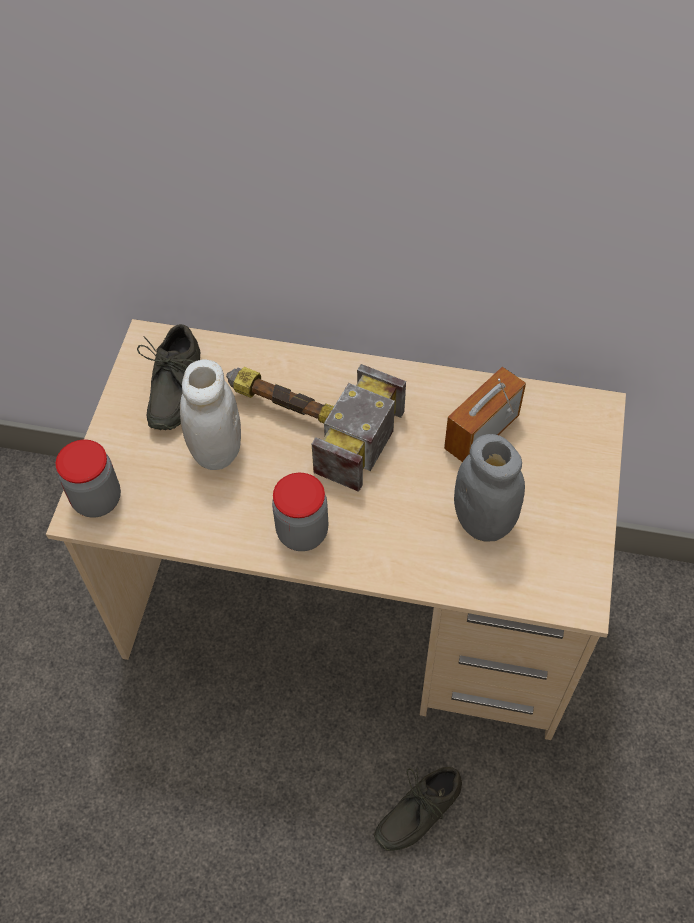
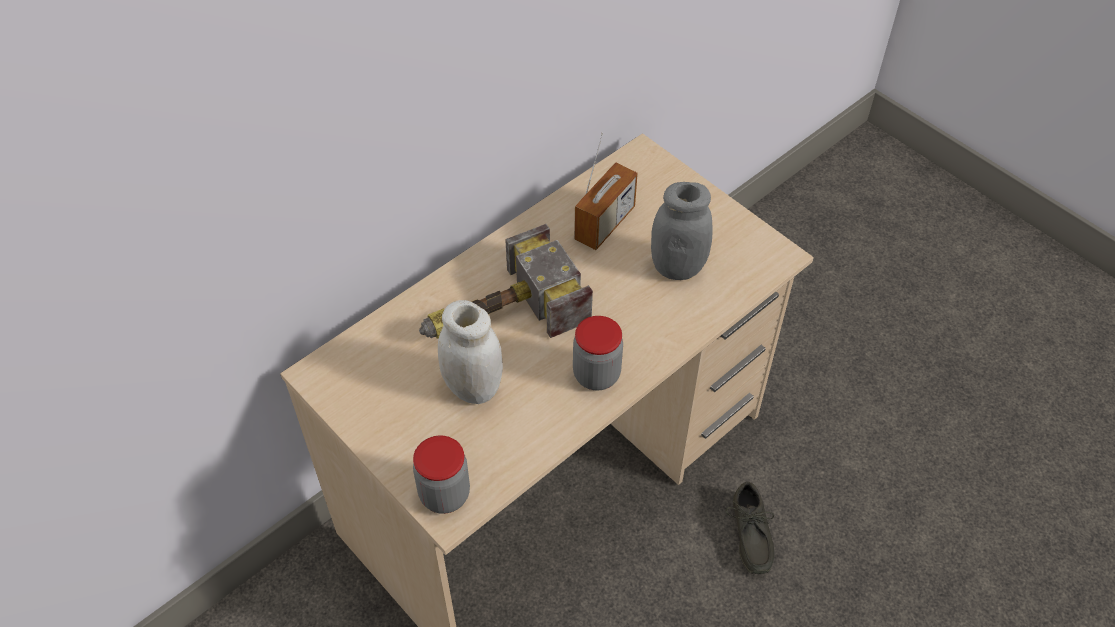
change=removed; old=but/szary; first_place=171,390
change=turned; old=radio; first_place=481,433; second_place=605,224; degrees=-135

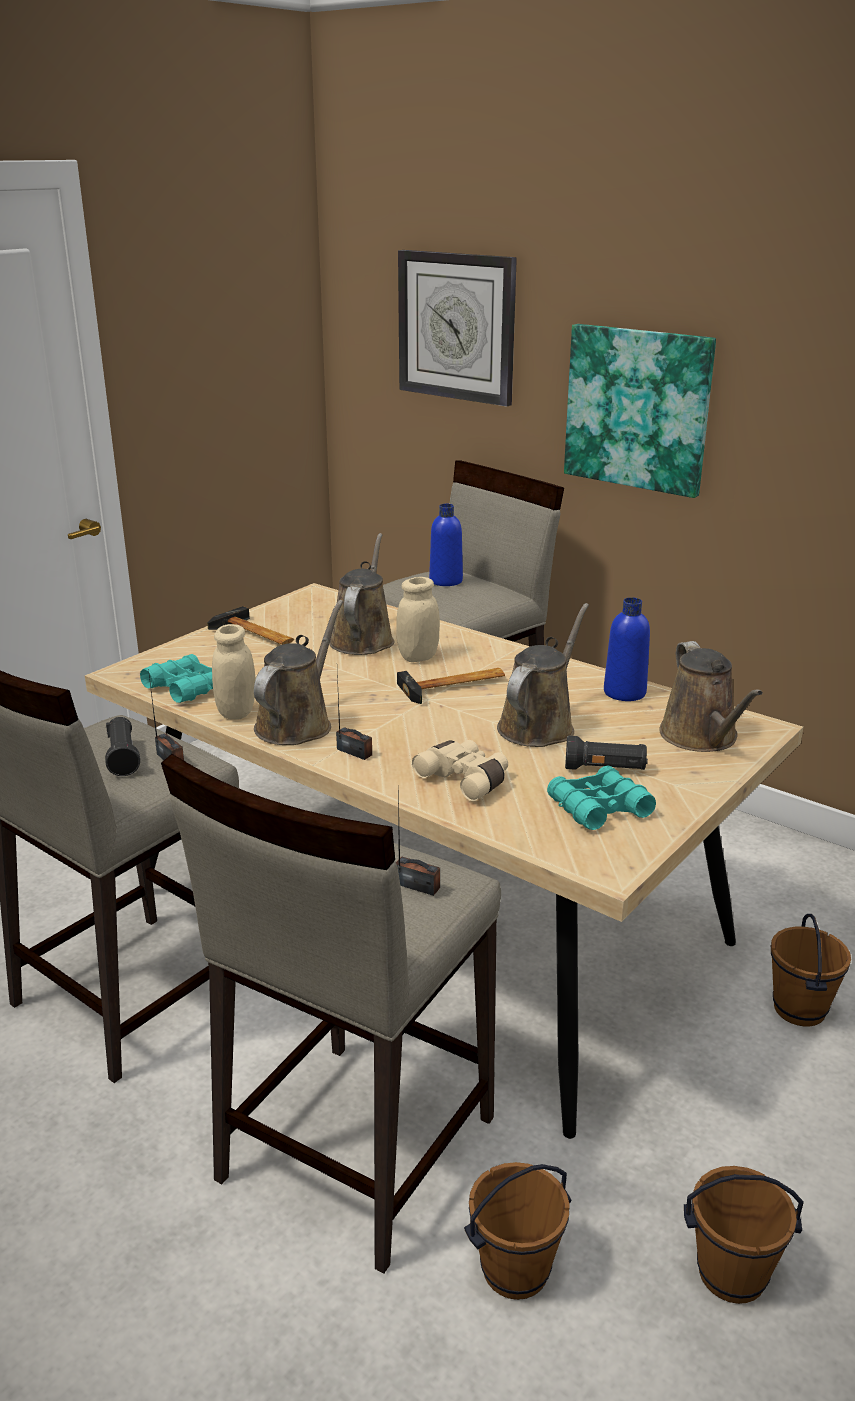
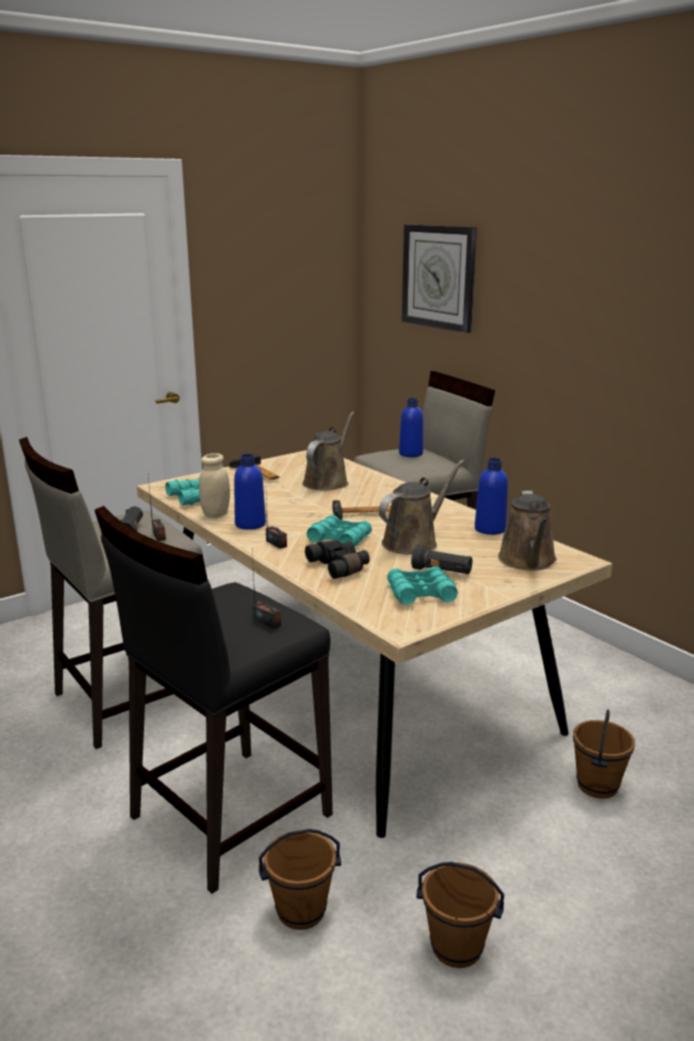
change=removed; old=obraz; first_place=638,409
change=removed; old=słoik/beżowy; first_place=418,657
change=replaced; old=konewka/brązowy; new=butelka/niebieski; first_place=297,723; second_place=250,524
change=recoloured; old=lornetka/beżowy; new=lornetka/czarny; first_place=466,779; second_place=340,567
change=recoloured; old=stołek/beżowy; new=stołek/czarny; first_place=354,1149; second_place=228,815
change=added; new=lornetka/turkusowy; second_place=339,539

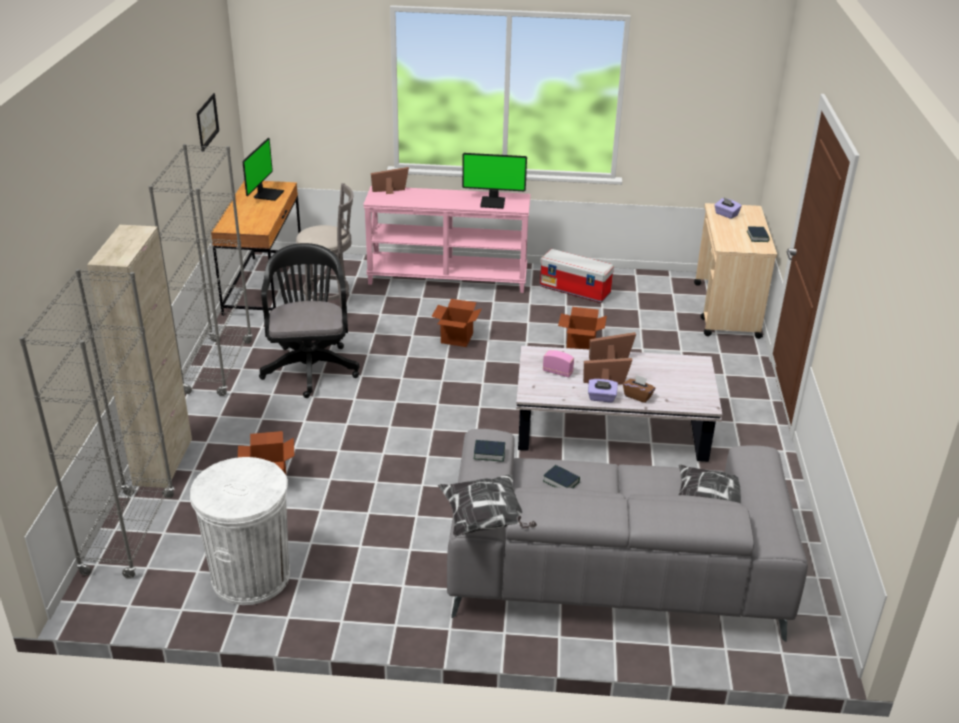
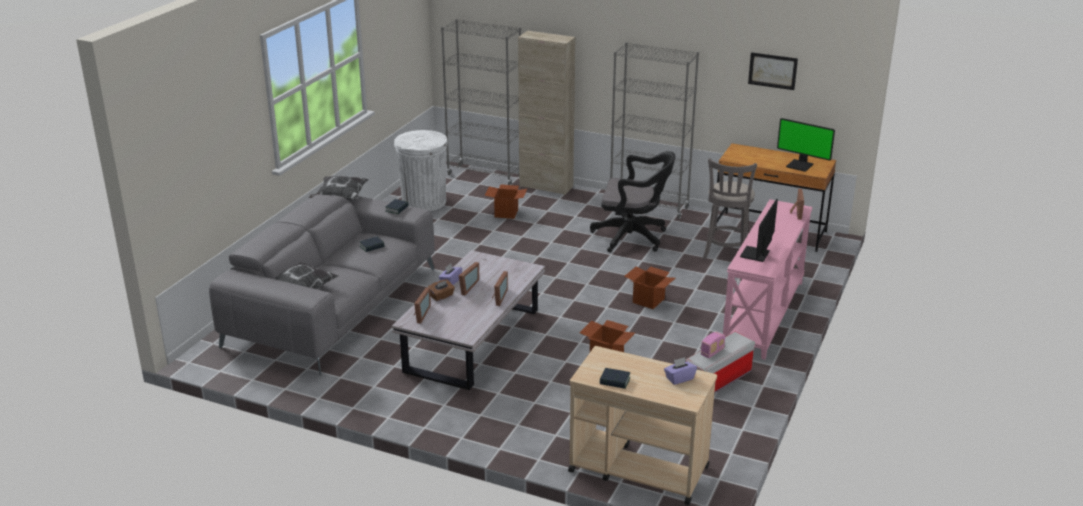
change=moved; old=radio; first_place=557,372; second_place=712,352
change=added; new=ramka na zdjęcie; second_place=419,314

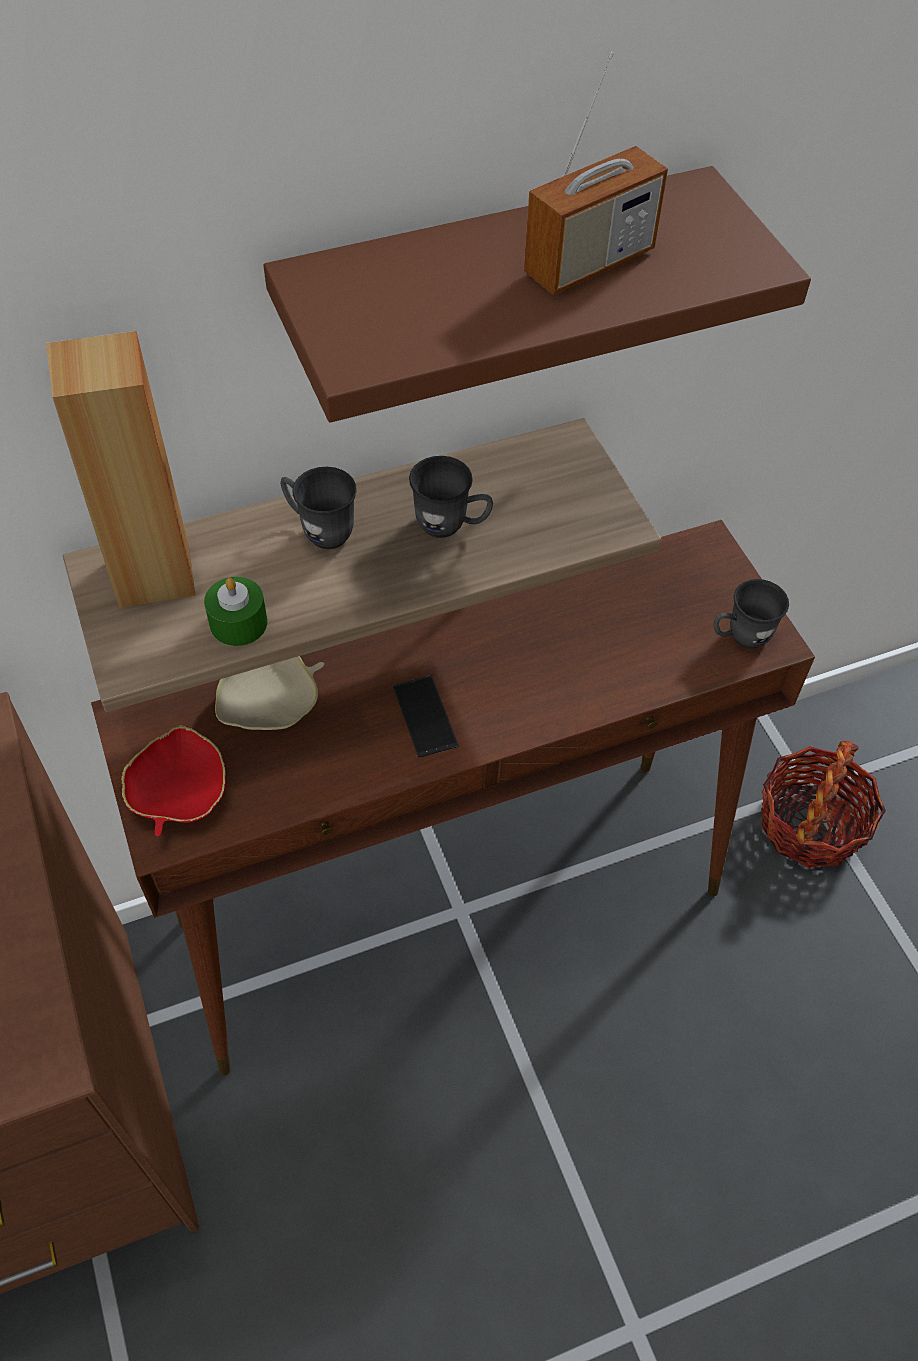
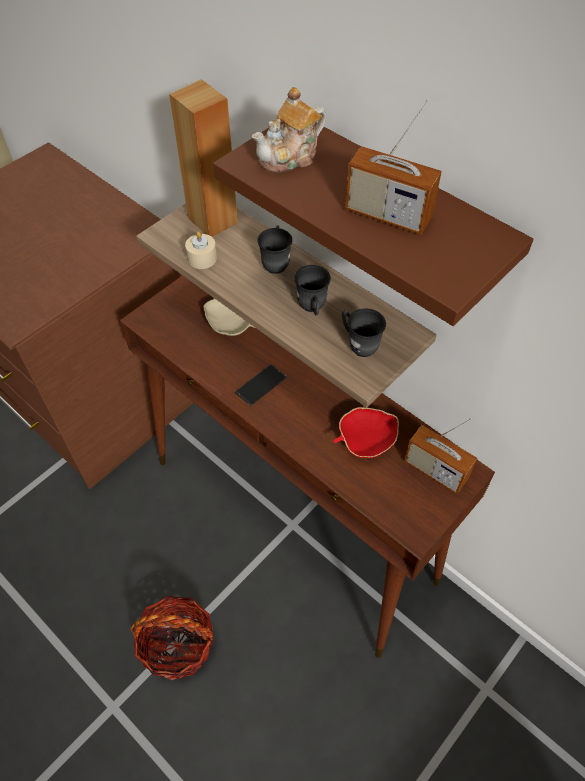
change=recoloured; old=świeca/zielony; new=świeca/beżowy; first_place=238,623; second_place=202,258
change=moved; old=kubek/szary; first_place=740,637; second_place=358,344
change=moved; old=miska/czerwony; first_place=179,793; second_place=365,440
change=moved; old=koszyk; first_place=810,824; second_place=178,644
change=added; new=imbryk; second_place=290,157
change=added; new=radio; second_place=435,470

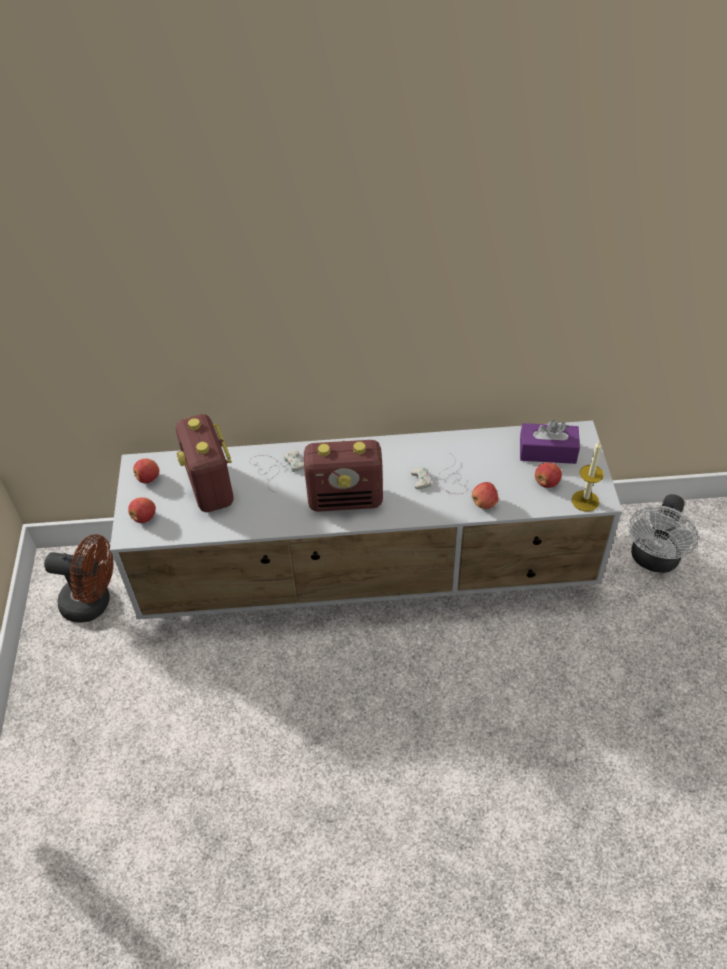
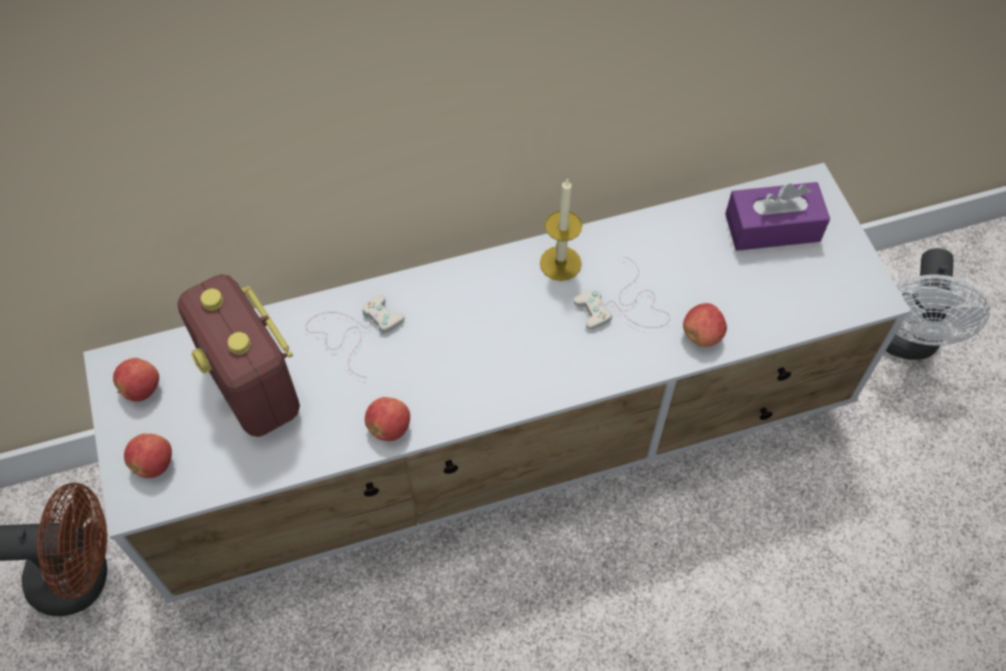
change=removed; old=radio; first_place=346,499
change=moved; old=świeca; first_place=585,501; second_place=560,263
change=moved; old=jabłko; first_place=546,482; second_place=389,428

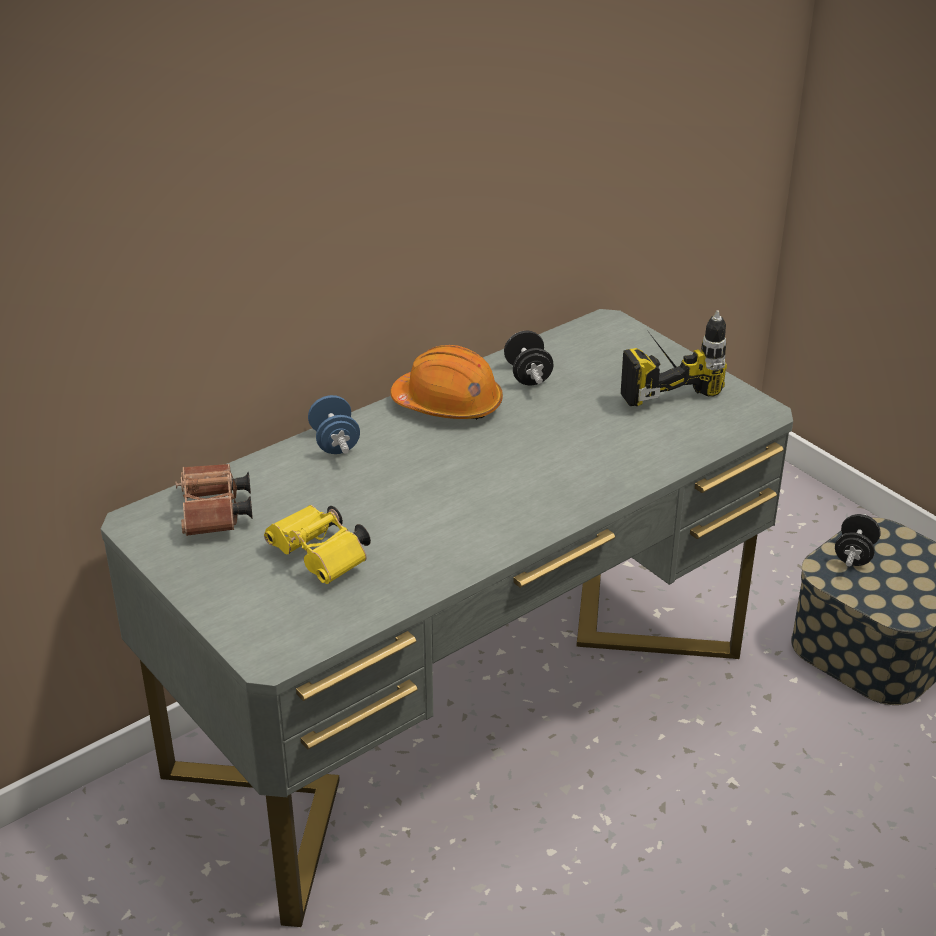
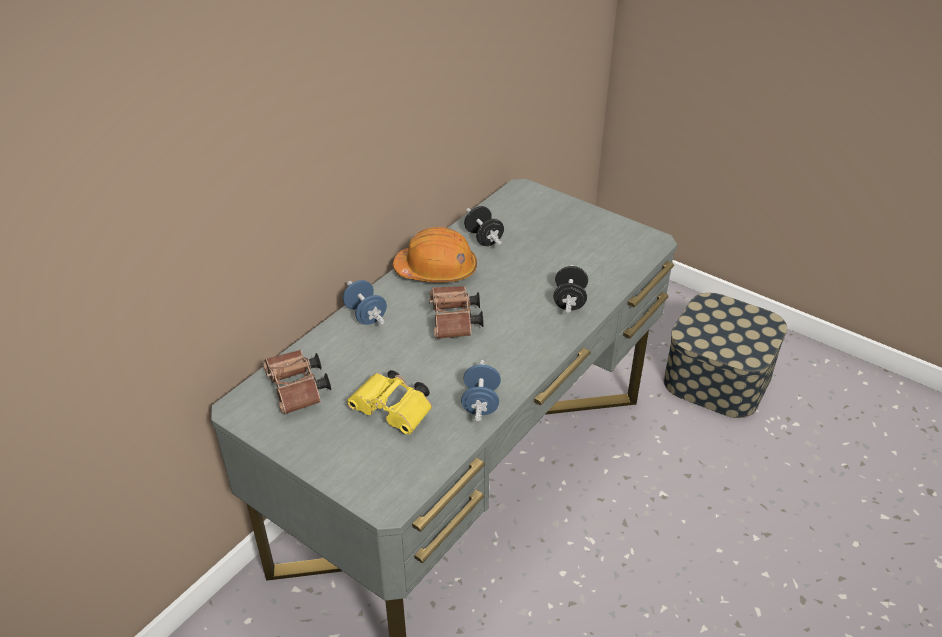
change=removed; old=wiertarka; first_place=659,379
change=moved; old=hantel/czarny; first_place=854,555; second_place=569,301
change=added; new=lornetka/brązowy; second_place=454,323
change=added; new=hantel/niebieski; second_place=481,403

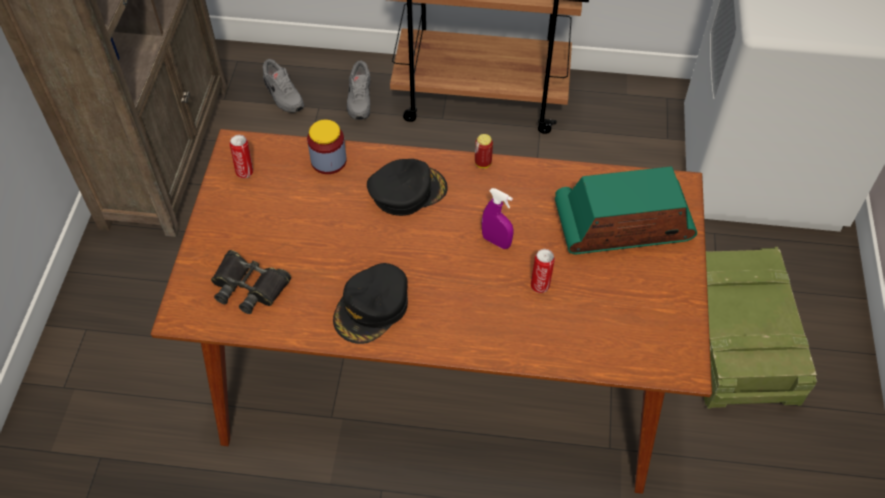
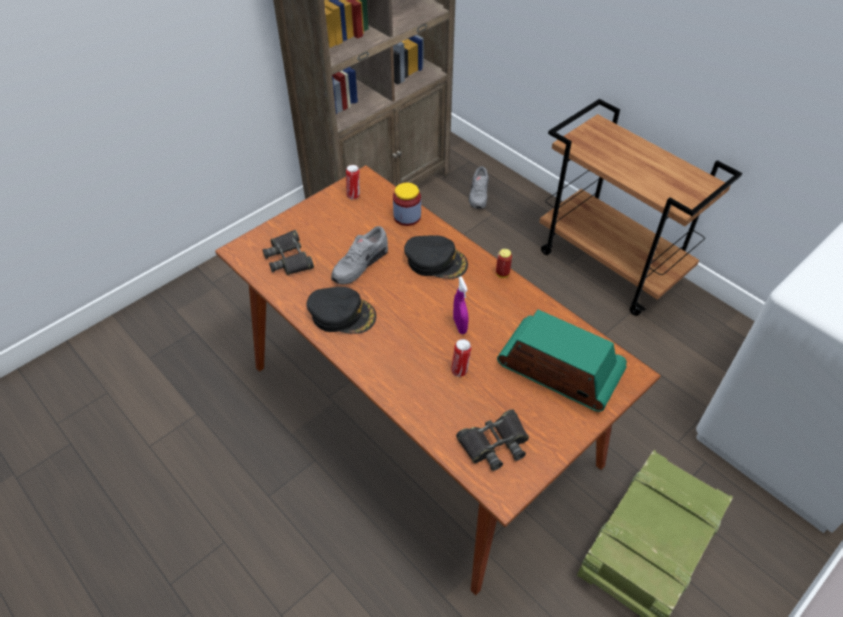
change=moved; old=but/szary; first_place=359,99; second_place=359,264
change=turned; old=czapka z daszkiem/czarny; first_place=372,308; second_place=342,314; degrees=-150
change=added; new=lornetka/czarny; second_place=494,443

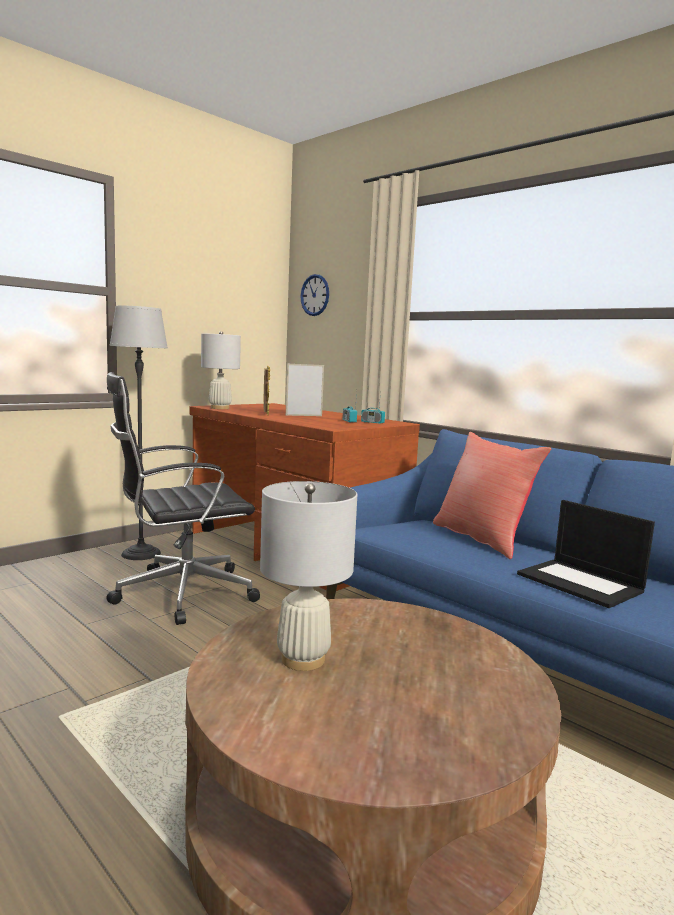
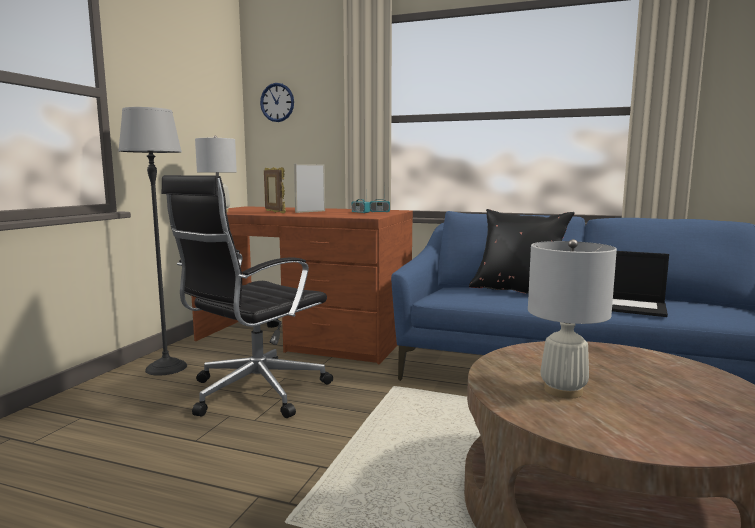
change=recoloured; old=poduszka/czerwony; new=poduszka/czarny; first_place=482,538; second_place=517,291

